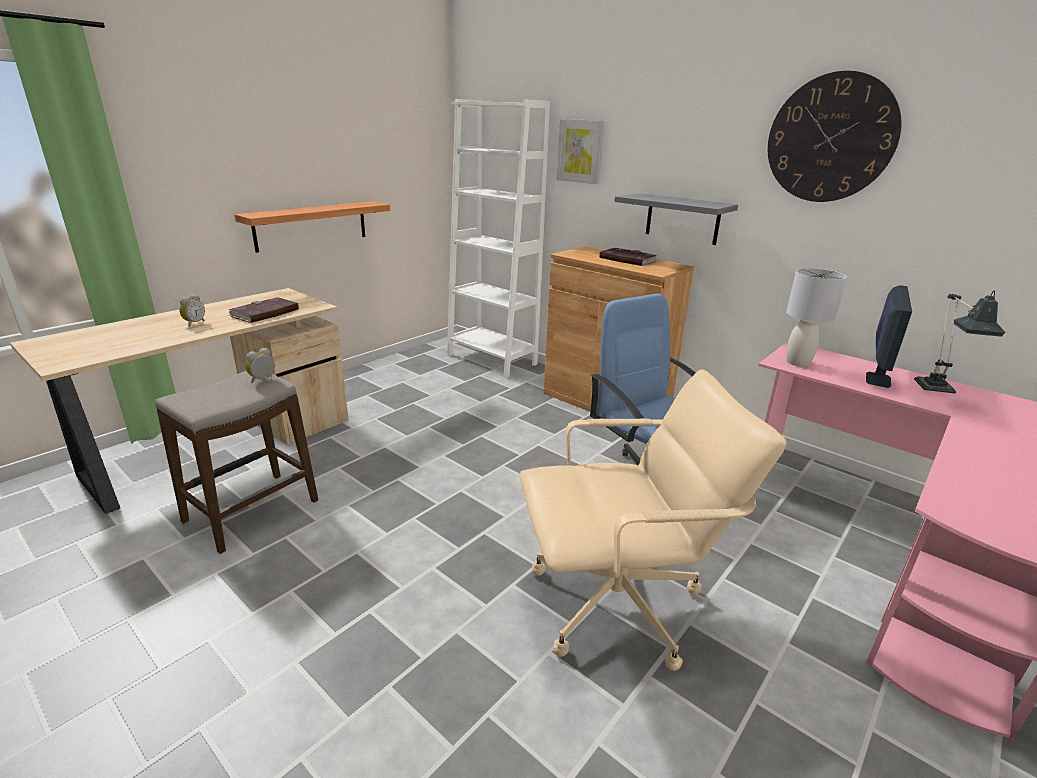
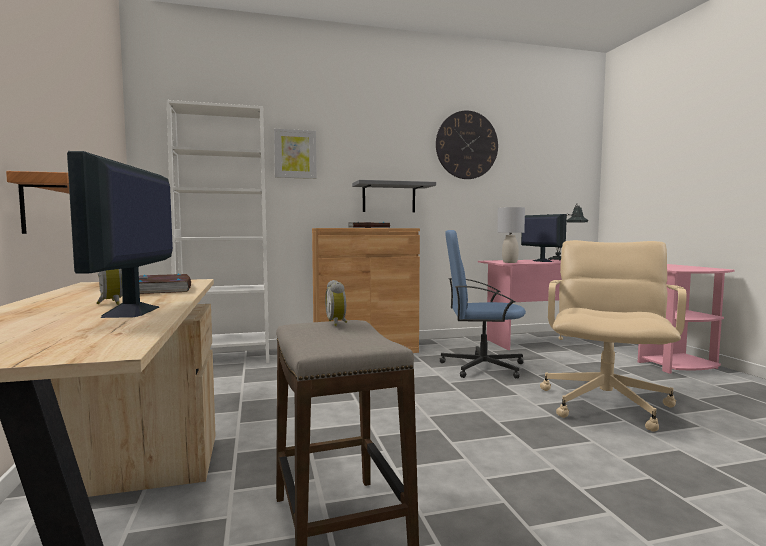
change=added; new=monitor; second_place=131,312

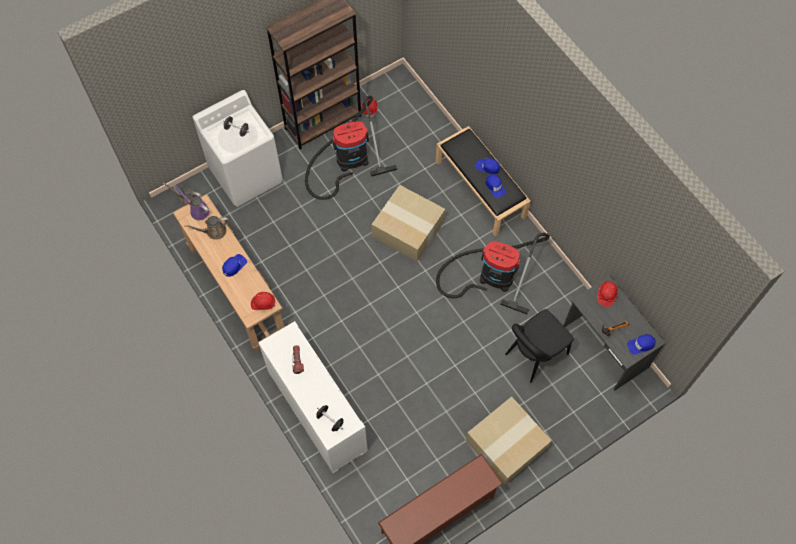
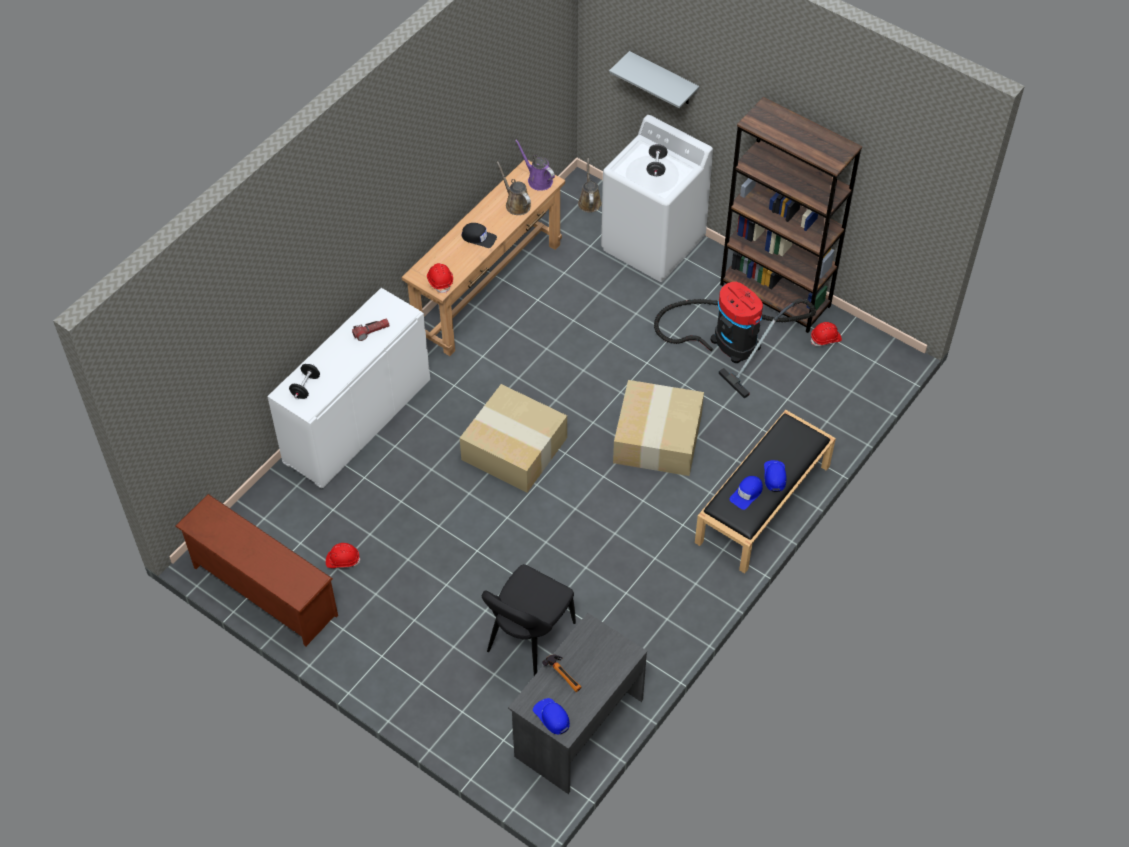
change=turned; old=konewka/fioletowy; first_place=198,210; second_place=538,179; degrees=-60
change=removed; old=odkurzacz; first_place=492,276
change=recoloured; old=czapka z daszkiem/niebieski; new=czapka z daszkiem/czarny; first_place=234,266; second_place=478,237
change=moved; old=kask/czerwony; first_place=606,295; second_place=342,560
change=turned; old=krzesło/czarny; first_place=534,356; second_place=528,640; degrees=-90
change=moved; old=karton; first_place=506,445; second_place=512,449
change=added; new=półka/szary; second_place=663,79

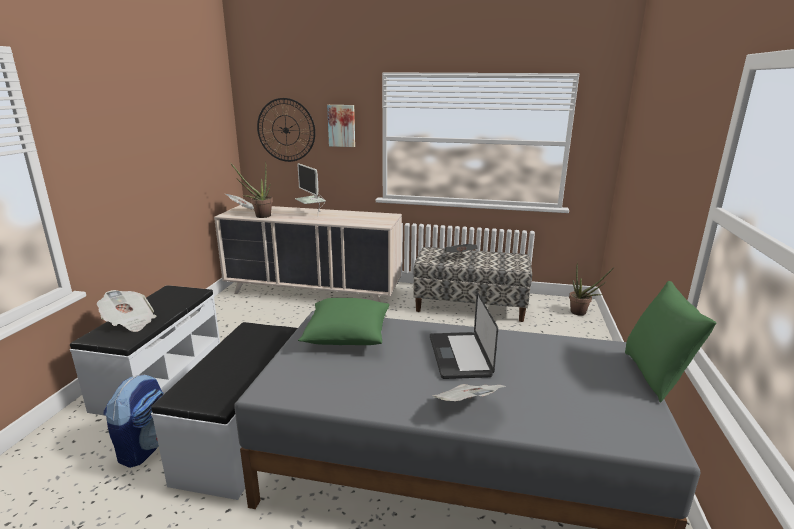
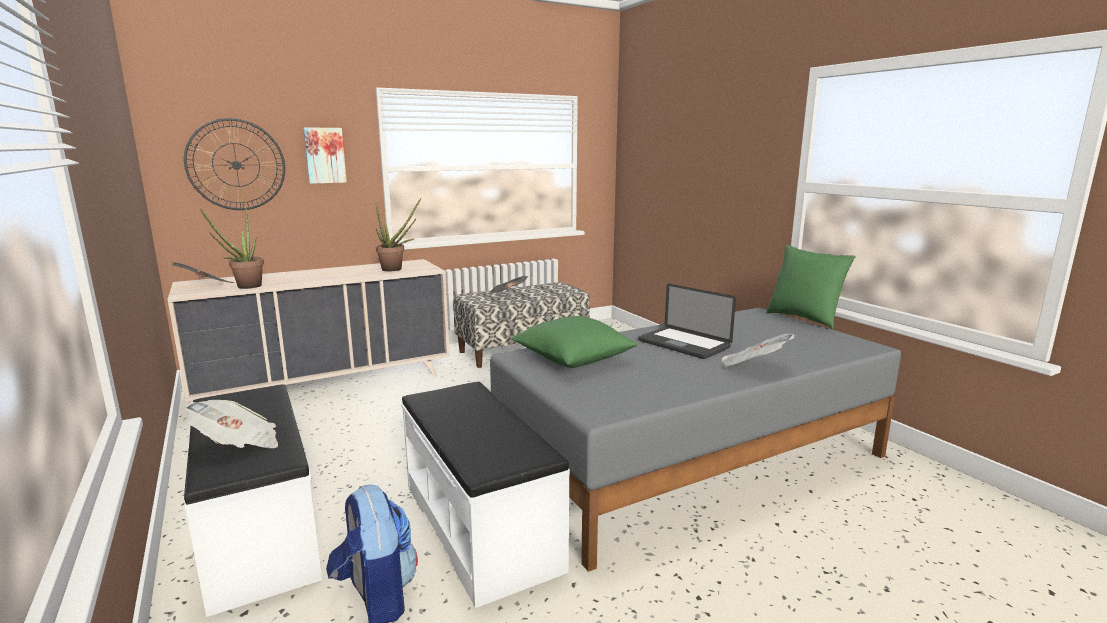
change=removed; old=monitor; first_place=312,214
change=moved; old=roślina doniczkowa; first_place=581,313; second_place=396,269

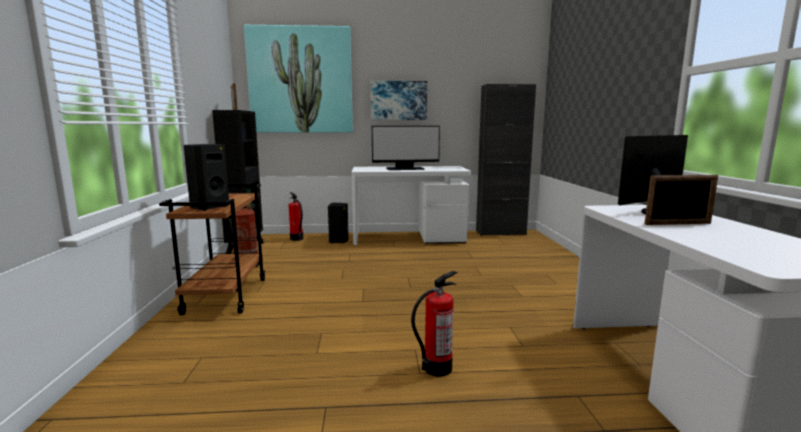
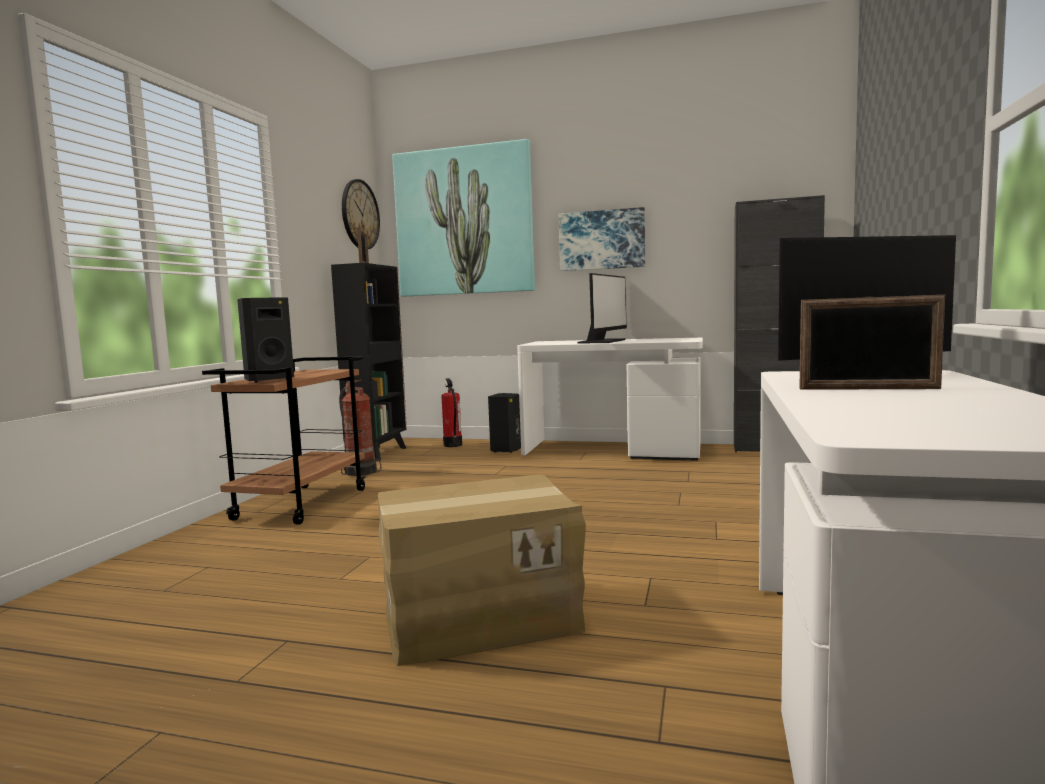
change=turned; old=monitor; first_place=405,169; second_place=603,341; degrees=-75
change=replaced; old=gaśnica; new=karton; first_place=437,368; second_place=480,617
change=added; new=zegar ścienny; second_place=360,215

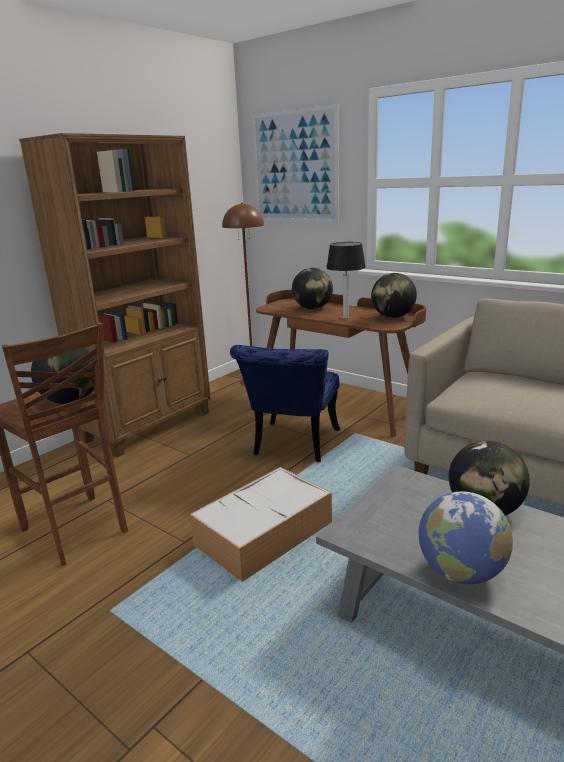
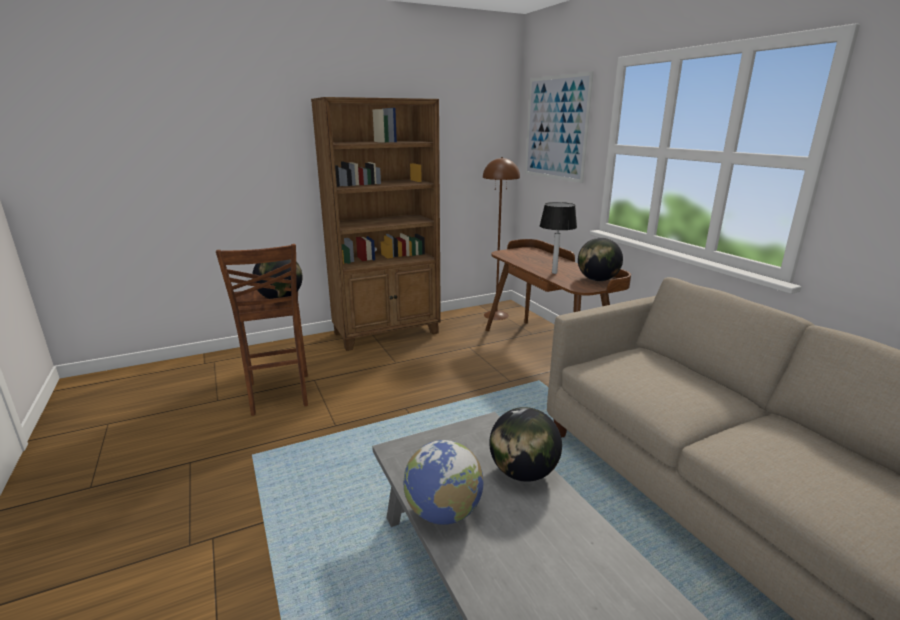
change=removed; old=globus; first_place=312,308
change=removed; old=krzesło/niebieski; first_place=292,446
change=removed; old=pojemnik do przechowywania; first_place=263,535

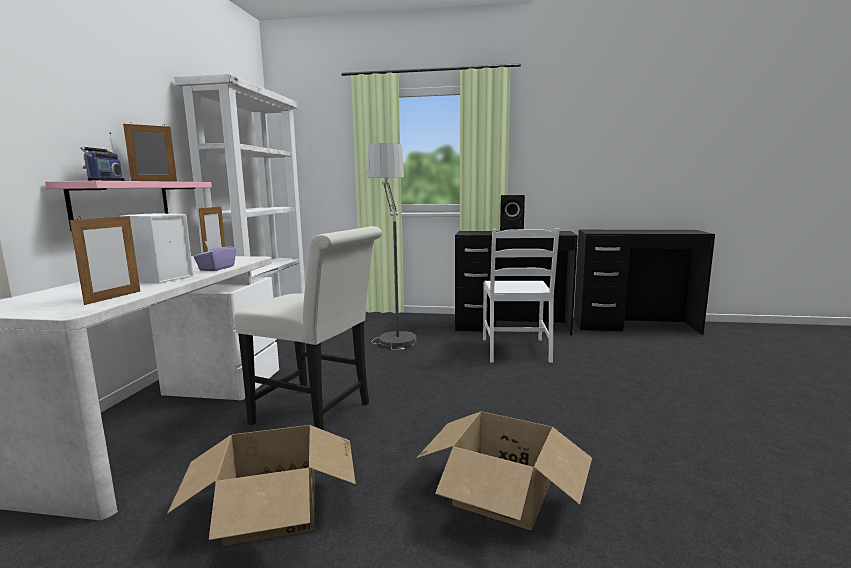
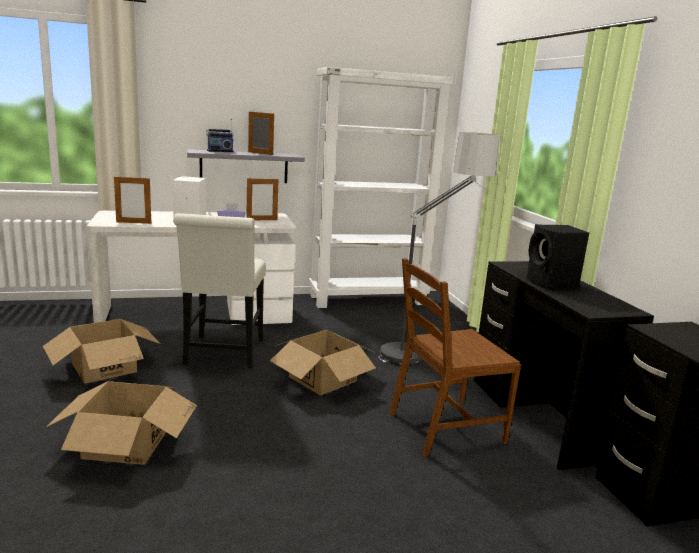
change=recoloured; old=półka/różowy; new=półka/szary; first_place=122,204; second_place=244,166
change=recoloured; old=krzesło/biały; new=krzesło/brązowy; first_place=516,350; second_place=444,427
change=added; new=karton; second_place=322,378

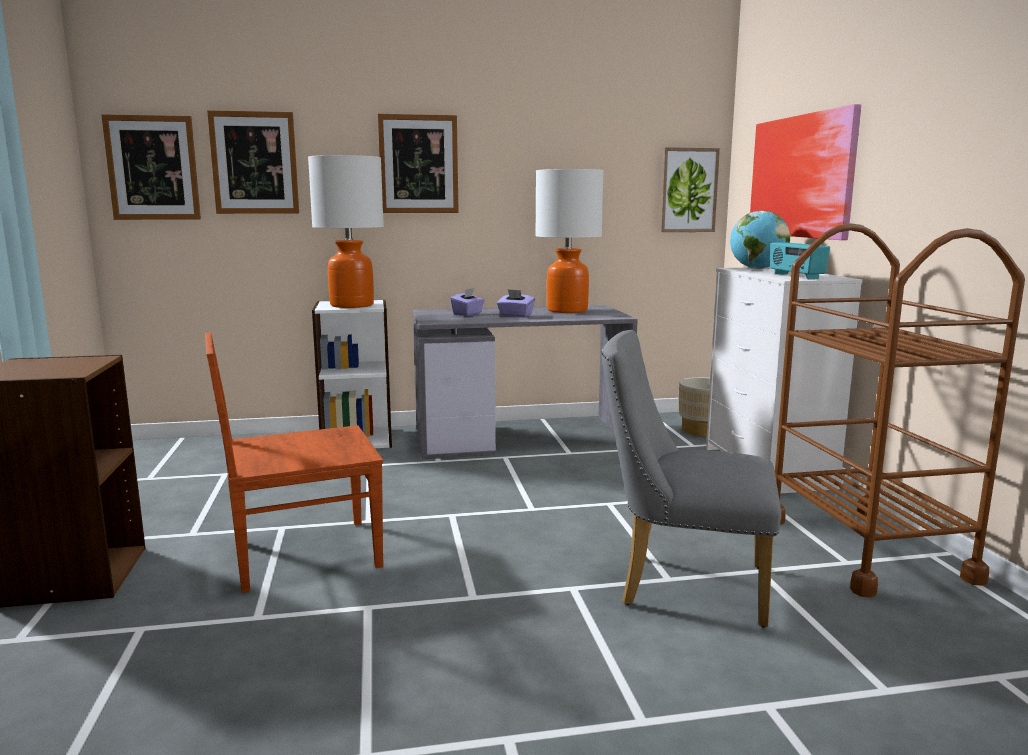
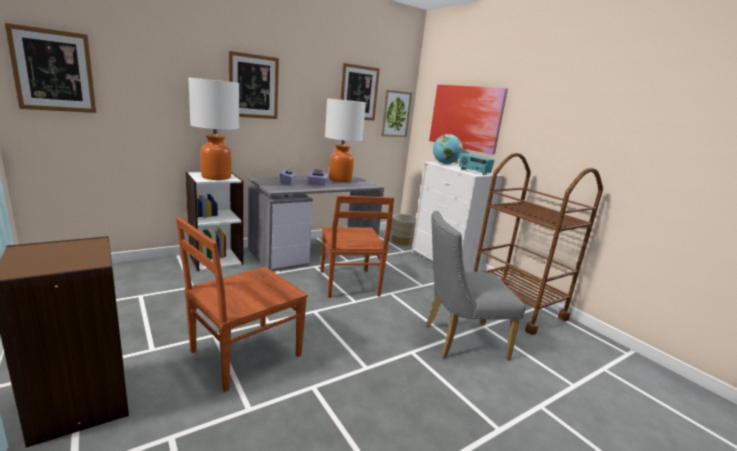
change=moved; old=obraz; first_place=254,163; second_place=359,93
change=added; new=krzesło/brązowy; second_place=349,284

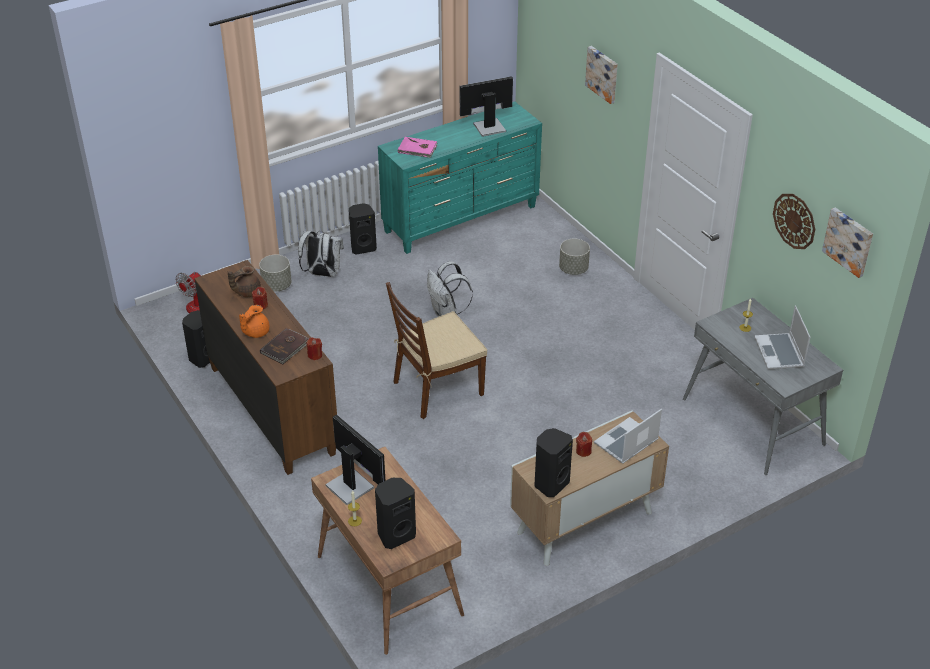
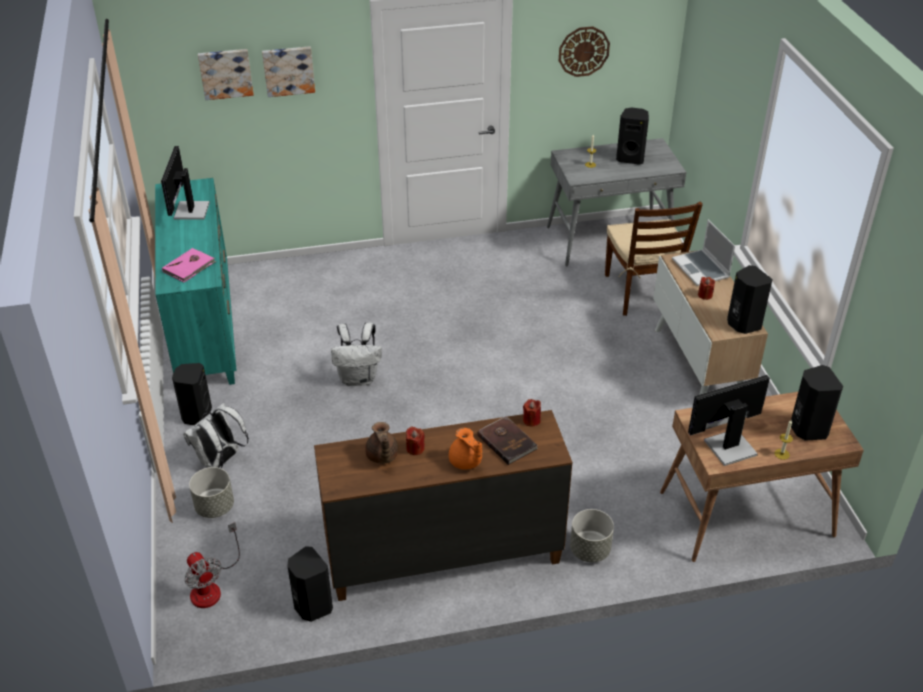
change=moved; old=obraz; first_place=849,241; second_place=225,73
change=moved; old=donica/szary; first_place=573,269; second_place=590,550
change=moved; old=krzesło/brązowy; first_place=437,388; second_place=643,292
change=replaced; old=laptop; new=głośnik/czarny; first_place=780,353; second_place=630,158

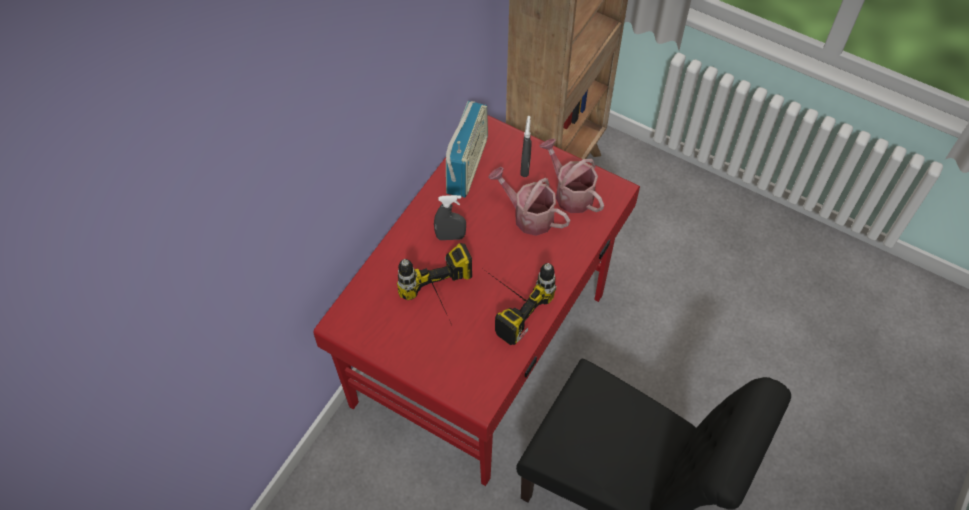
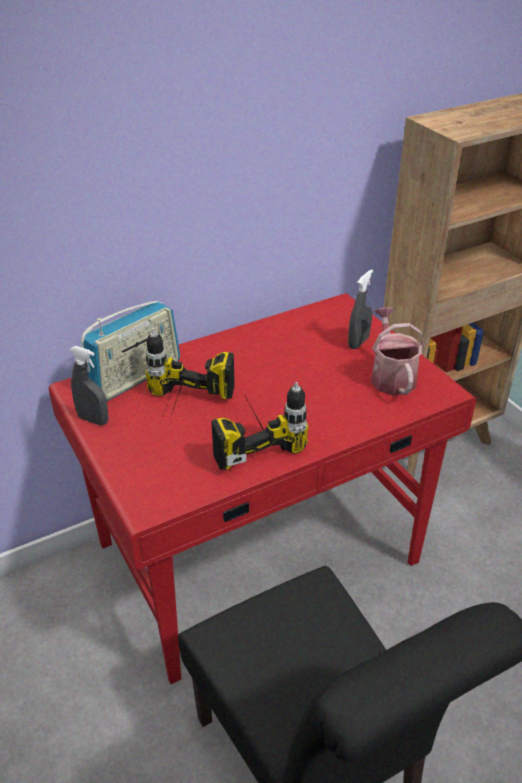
change=moved; old=radio; first_place=467,165; second_place=135,377
change=removed; old=konewka; first_place=528,215
change=moved; old=spryskiwacz/szary; first_place=450,236; second_place=93,420

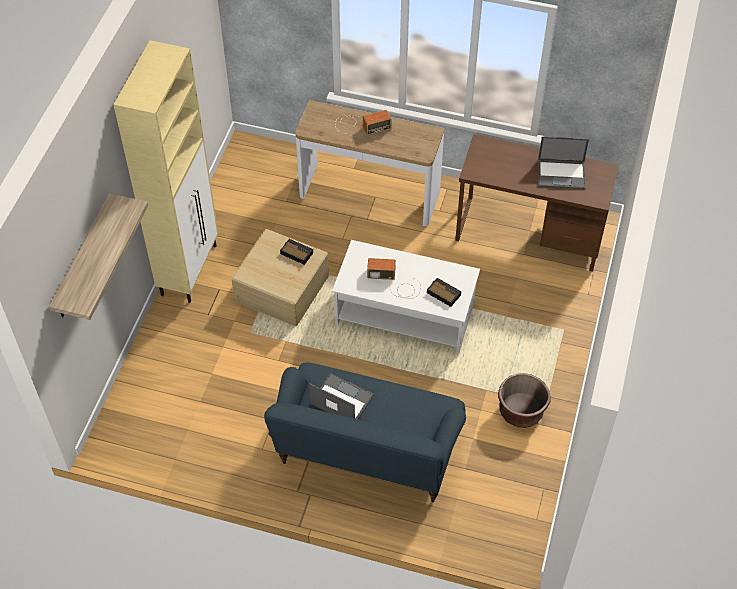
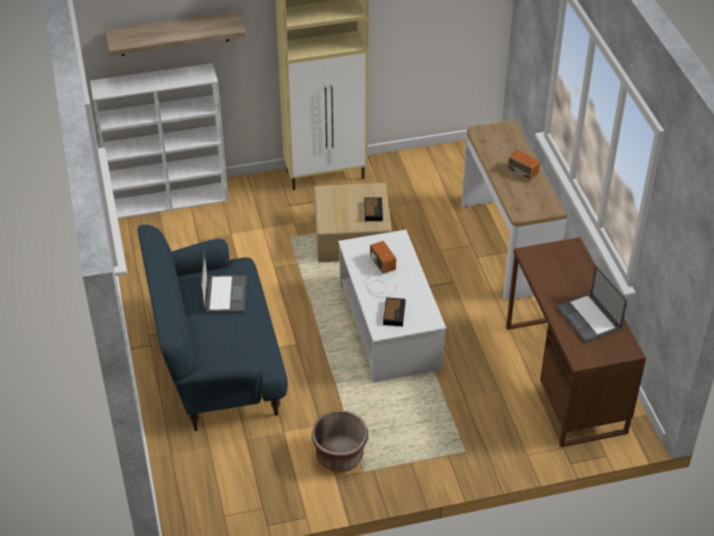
change=added; new=regał/biały; second_place=170,200

